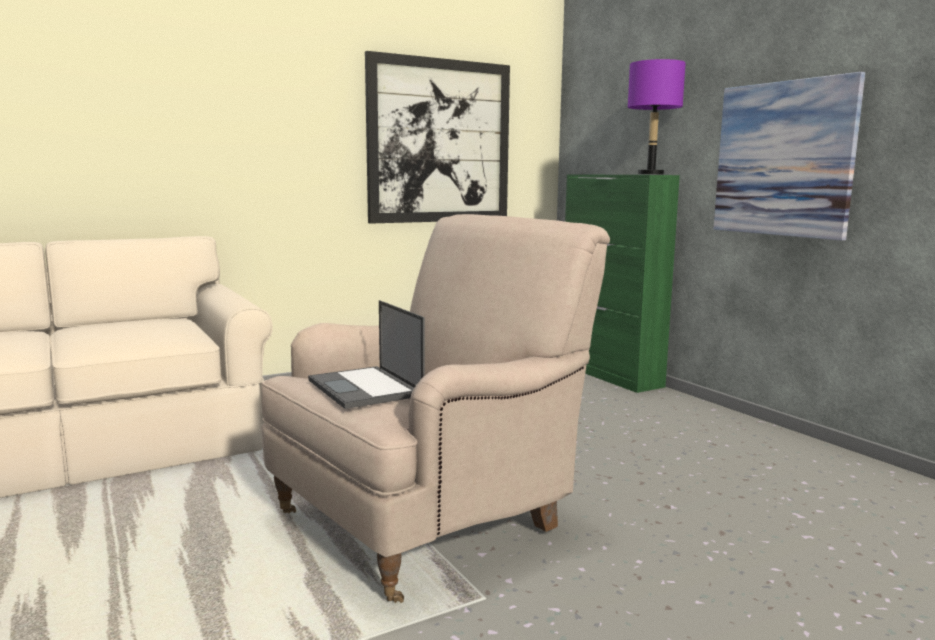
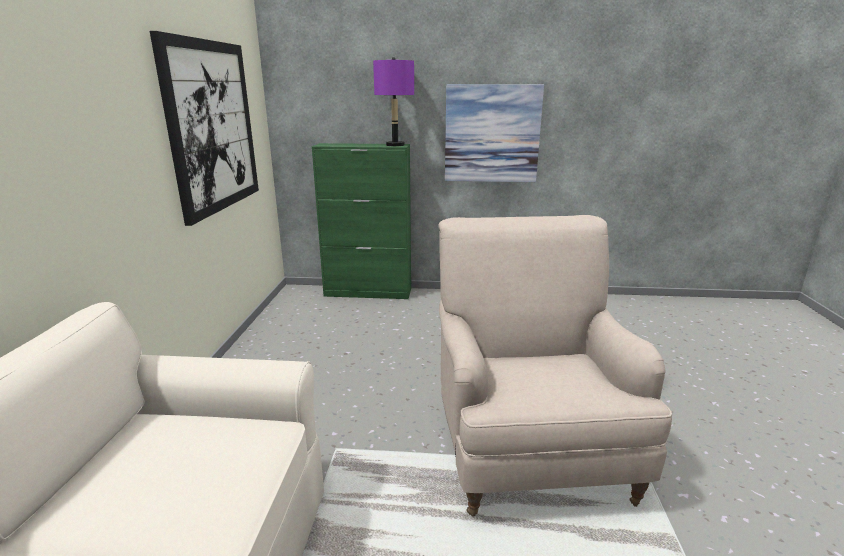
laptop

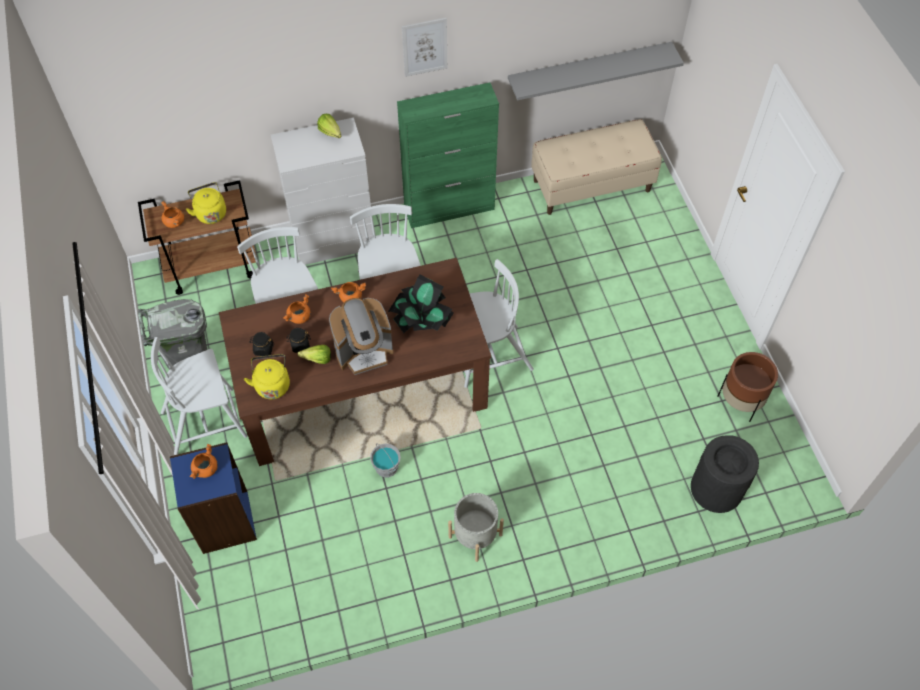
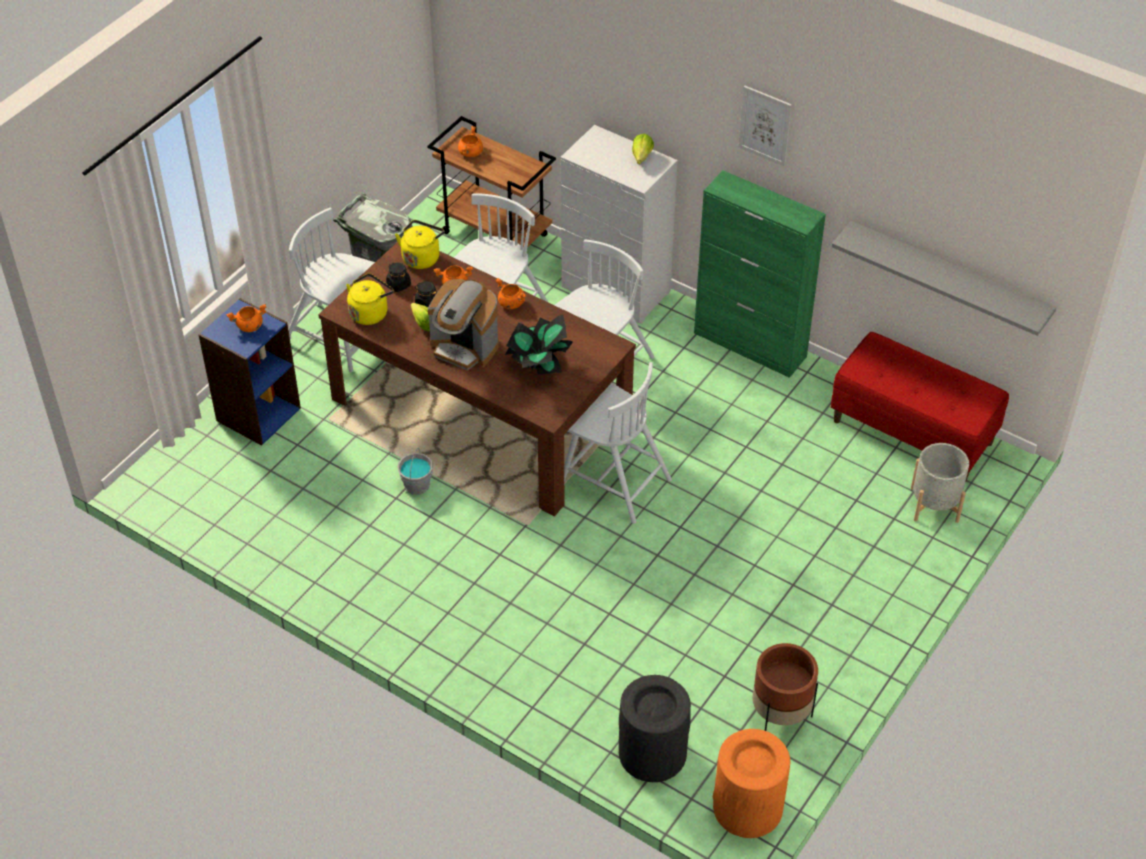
kettle/yellow (no. 2 from left); trash can/orange; bench/red; planter/grey

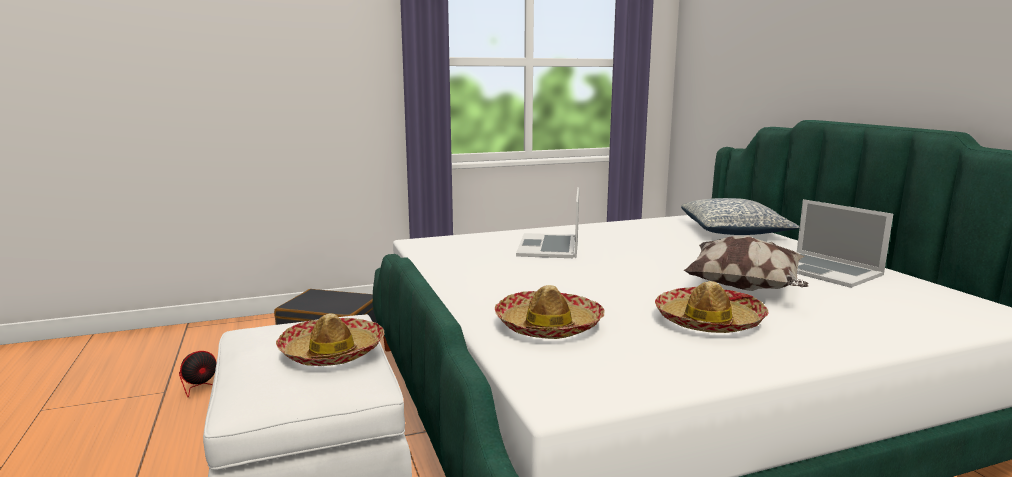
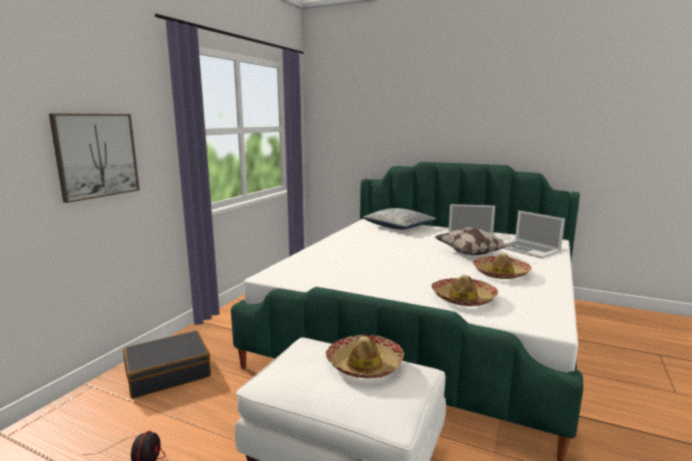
picture; laptop (no. 2 from left)

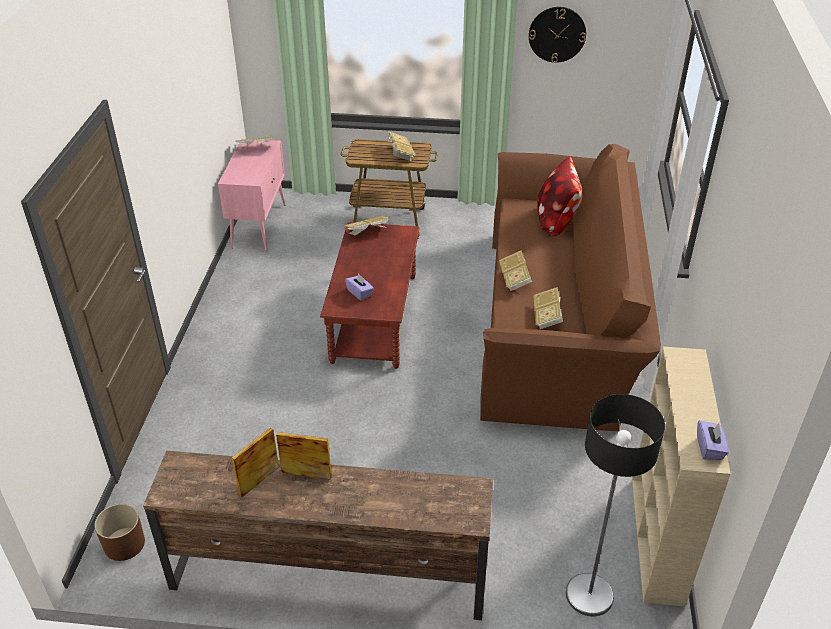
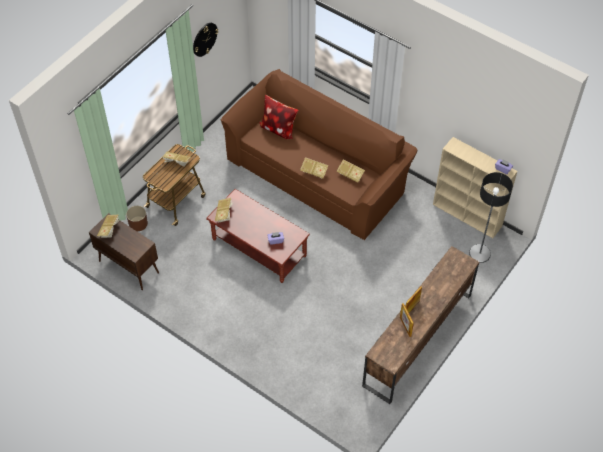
cabinet/brown; planter/brown

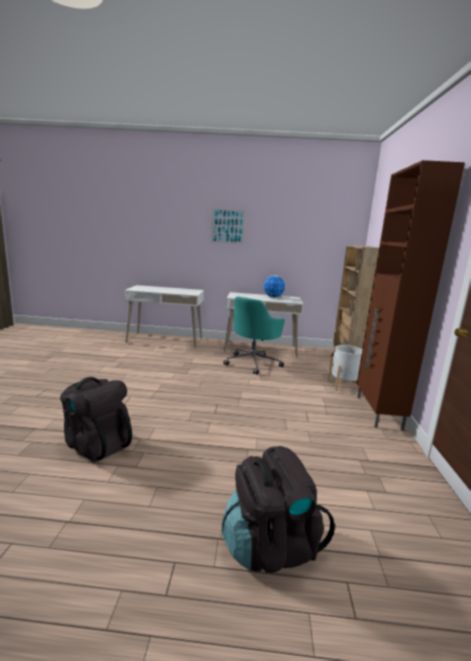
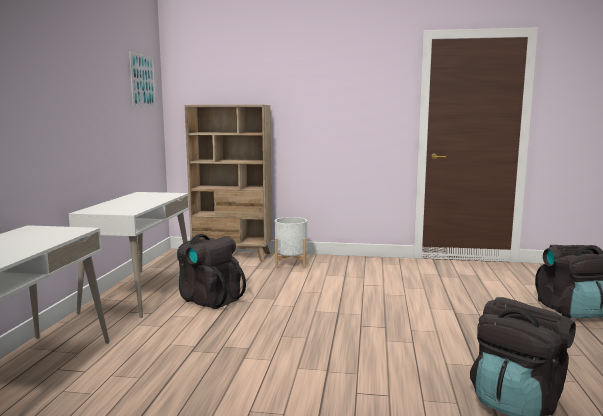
picture; backpack/black (no. 1 from left); globe; cabinet/brown

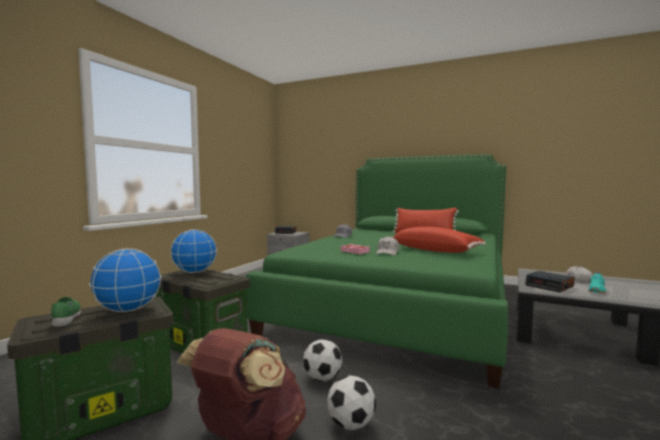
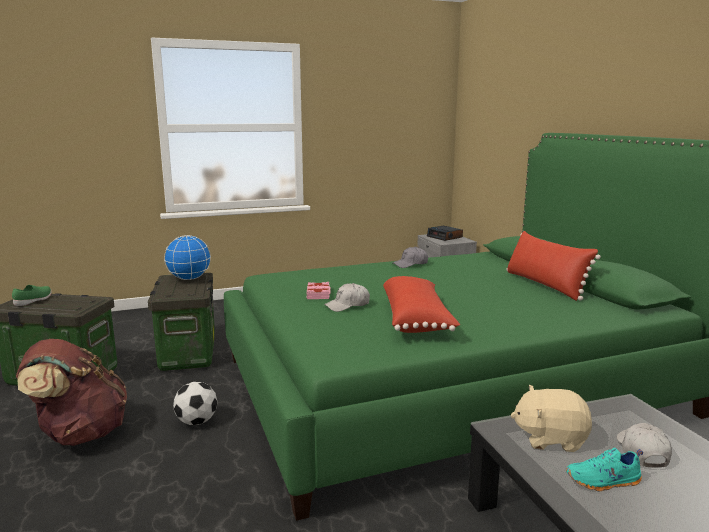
plush toy/beige; globe (no. 1 from left in the first image); football (no. 2 from left in the first image)

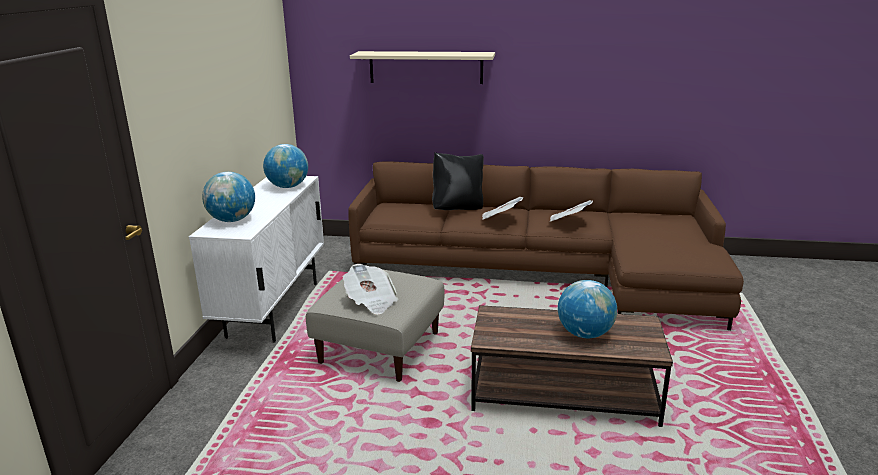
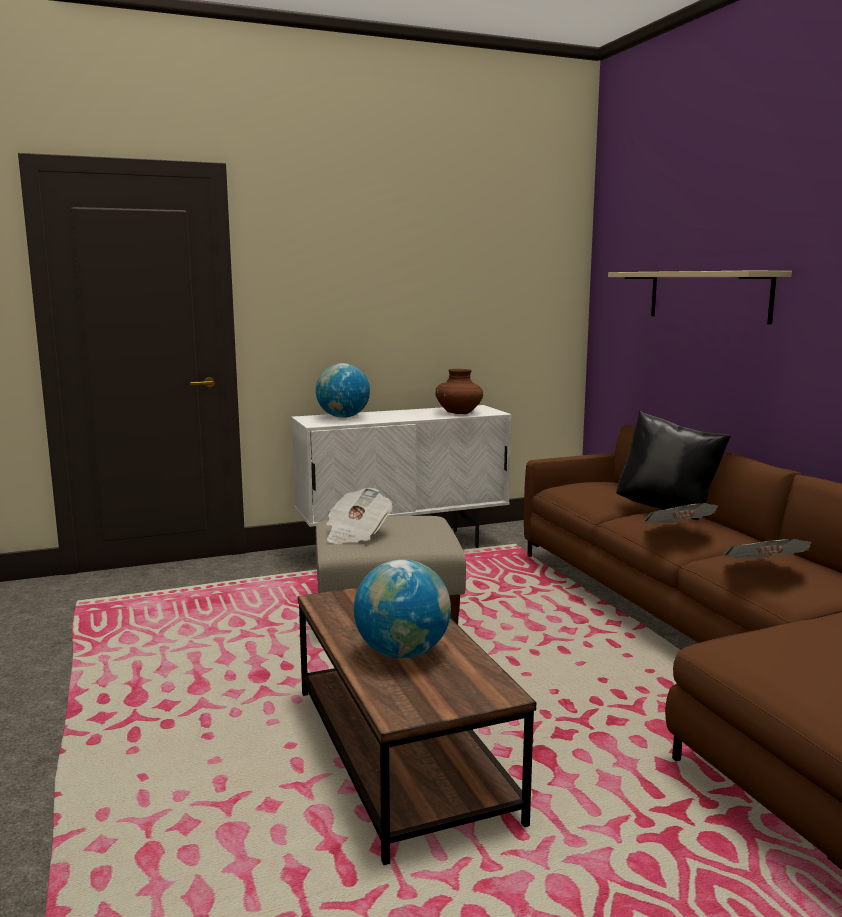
vase/brown

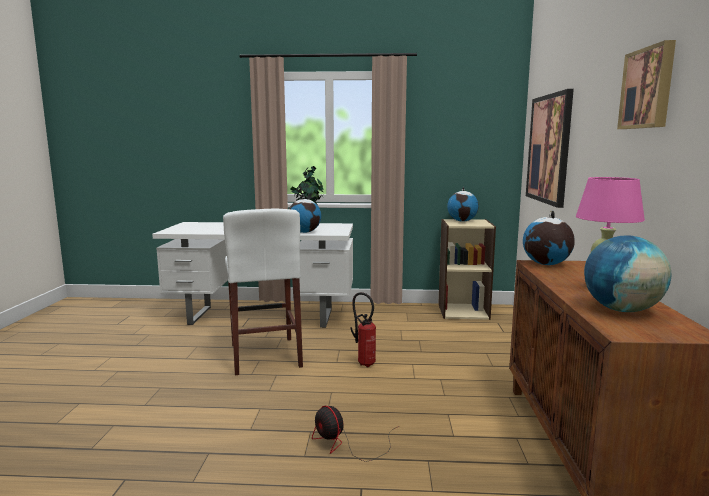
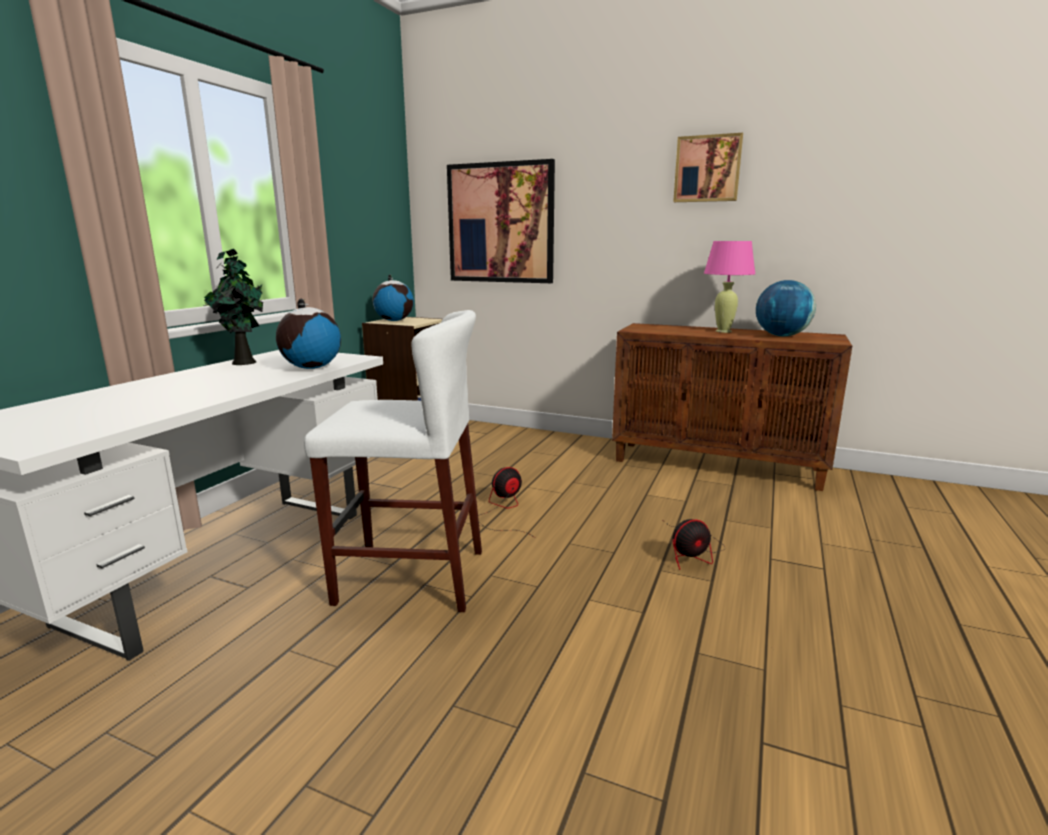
fan (no. 1 from left); globe (no. 3 from left in the first image)

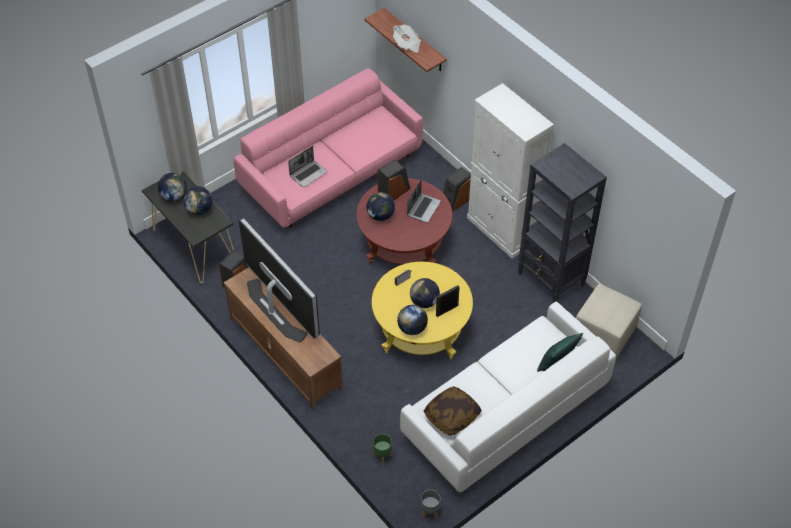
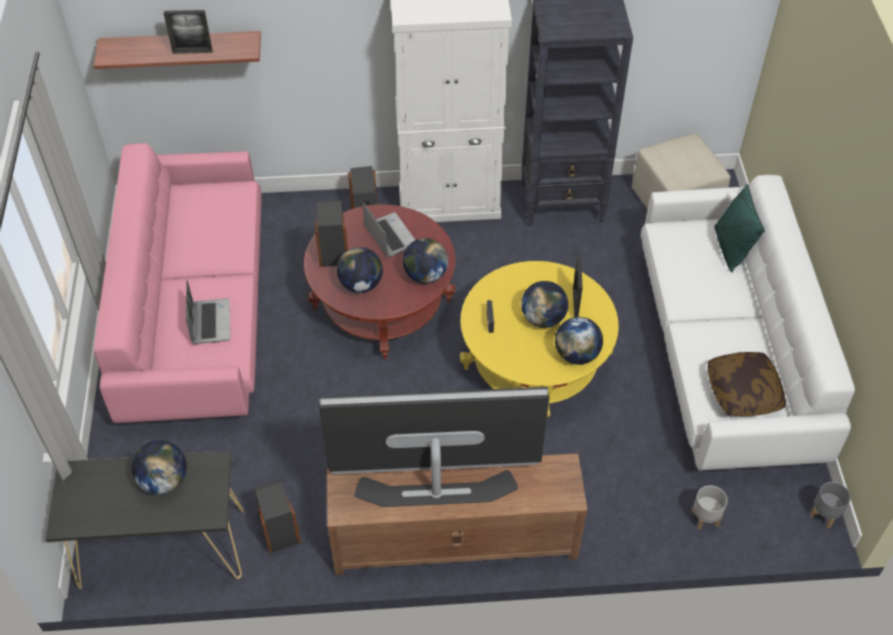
picture frame (no. 1 from left); globe (no. 3 from left); planter/grey (no. 1 from left)

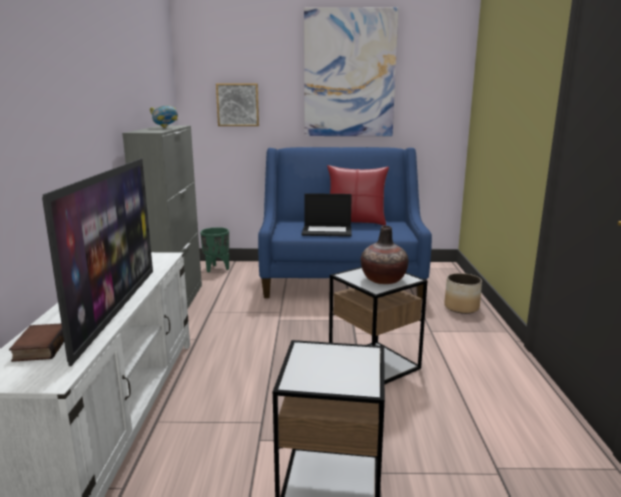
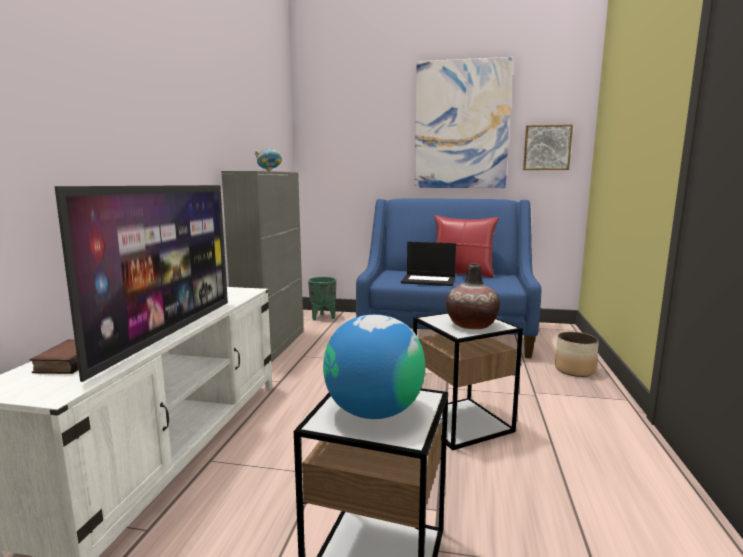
globe; picture (no. 2 from left)

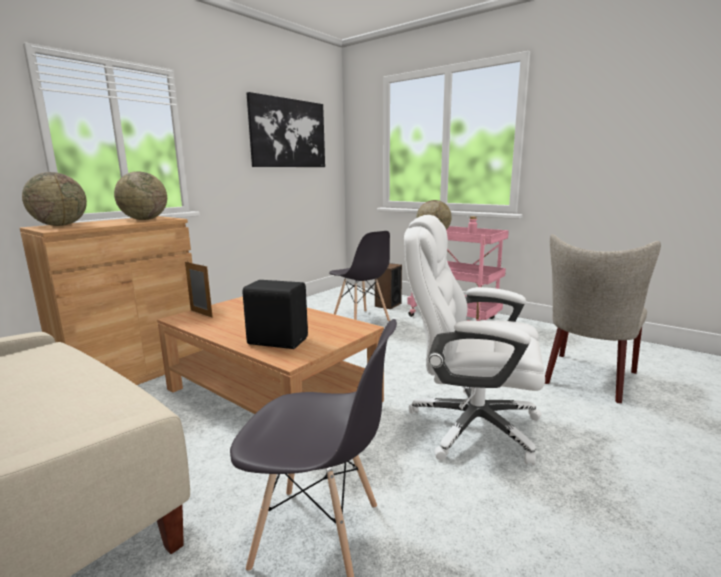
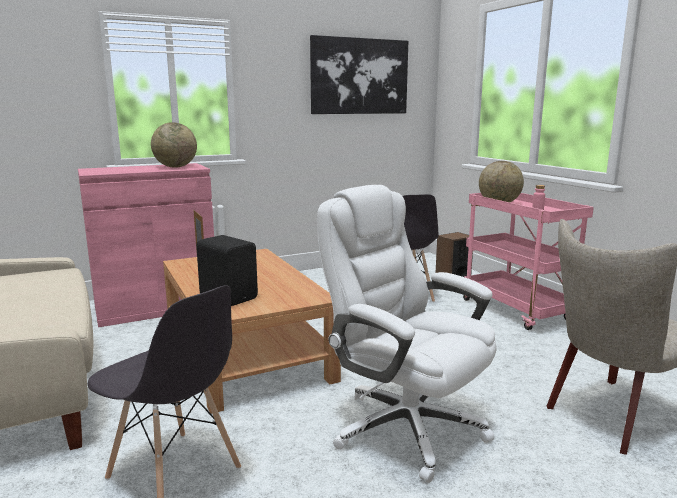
cabinet/pink; globe (no. 1 from left in the first image)

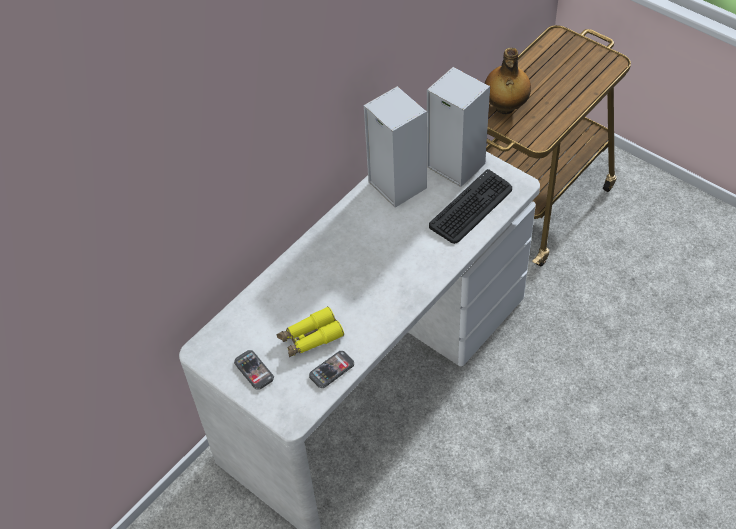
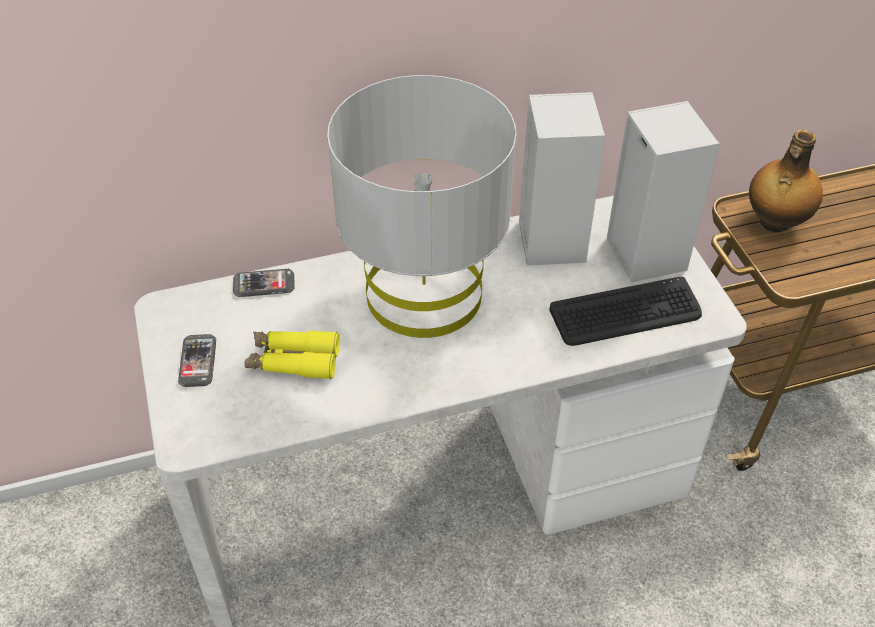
phone (no. 2 from left); table lamp/grey

